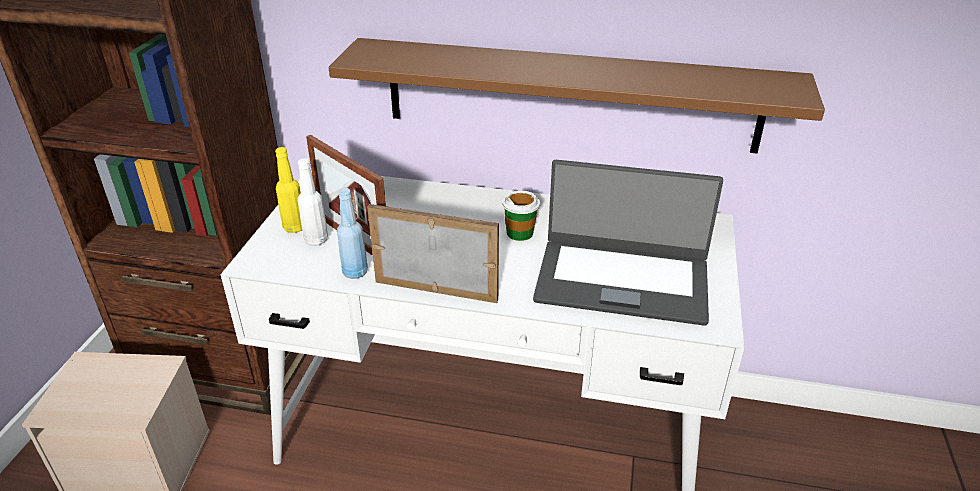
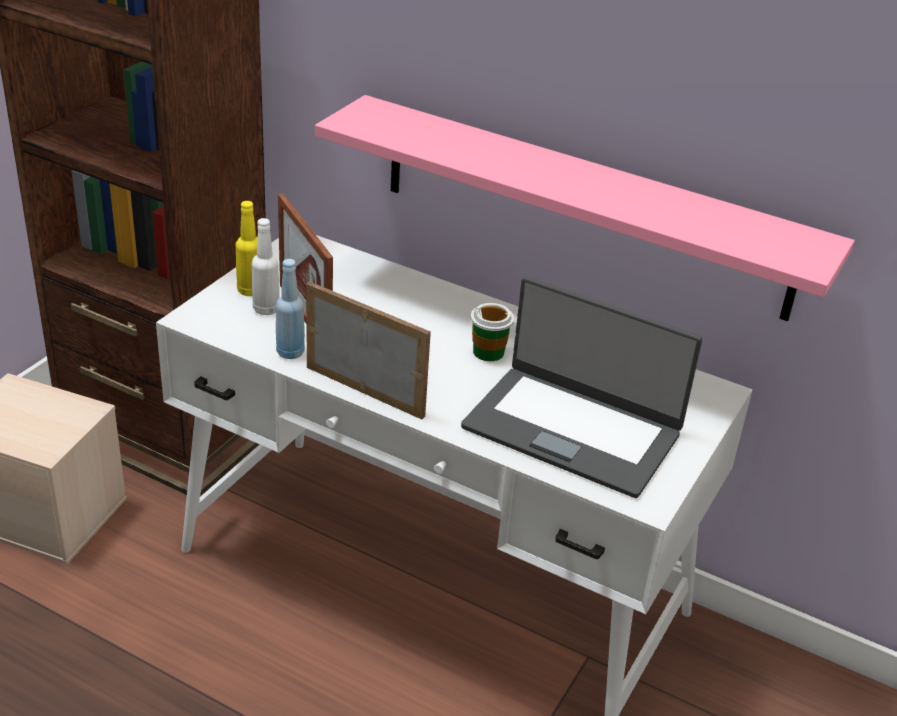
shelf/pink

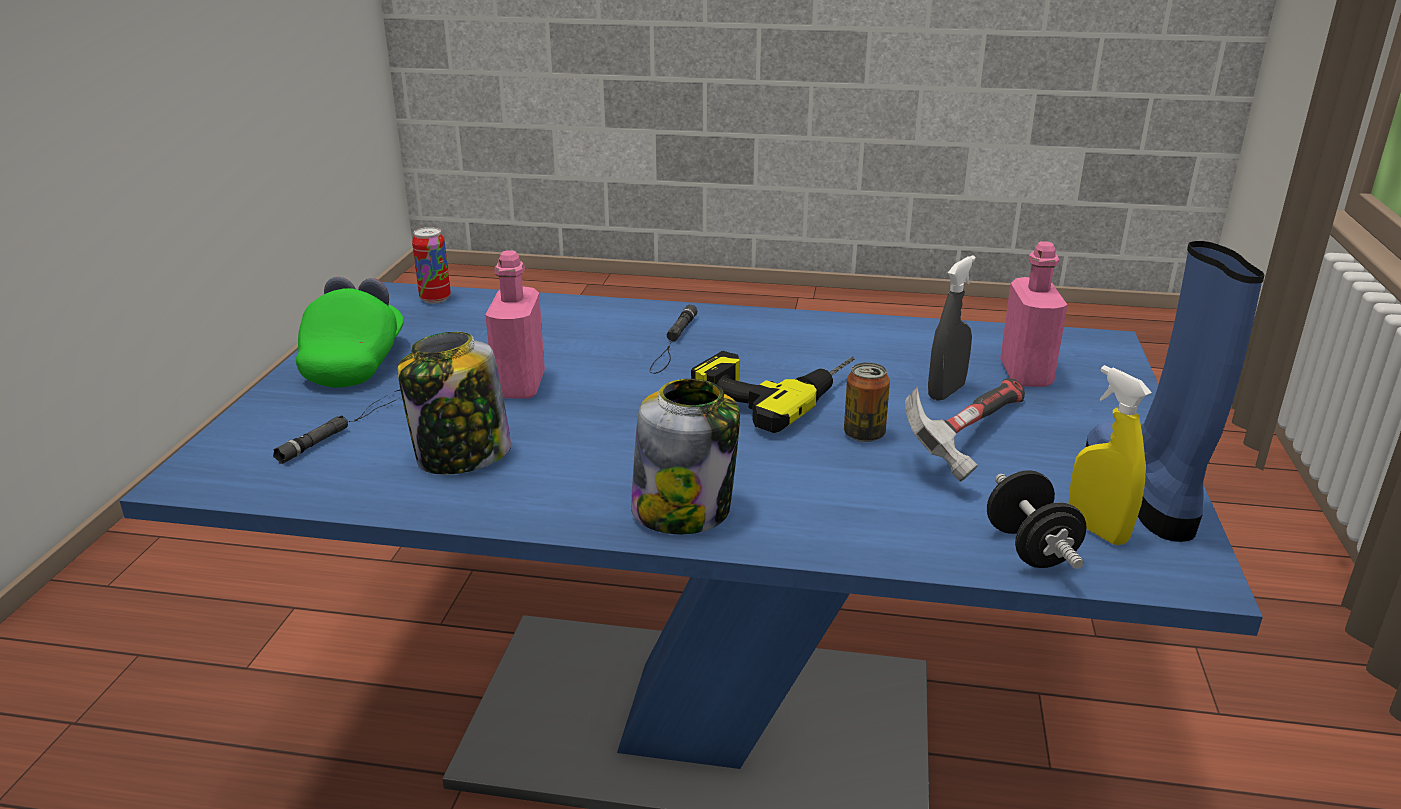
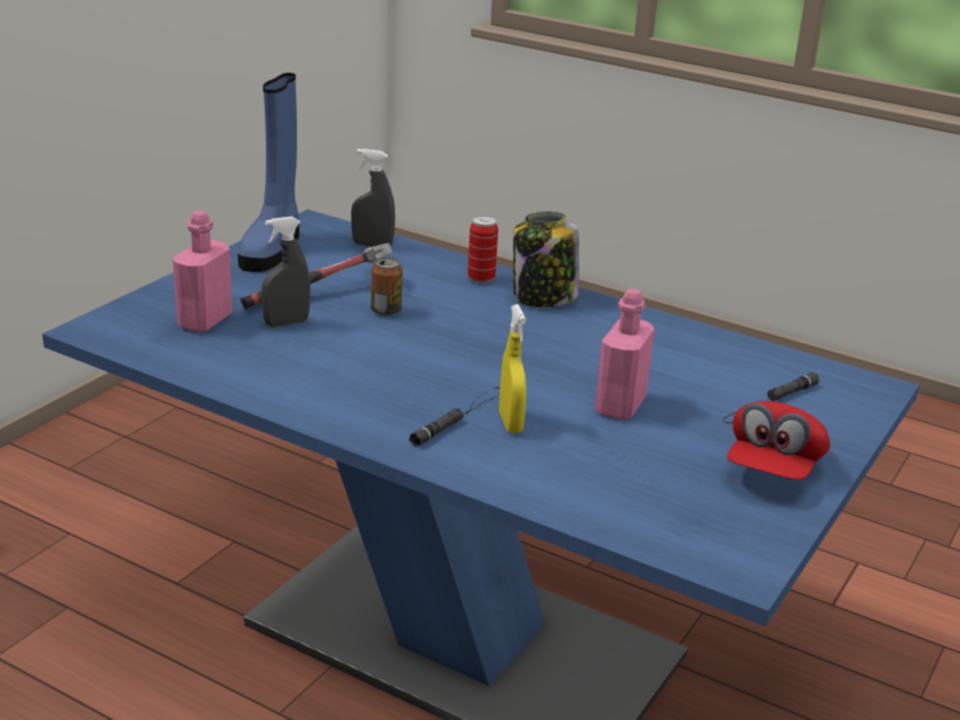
spray bottle/grey (no. 2 from left); can (no. 2 from left); spray bottle/yellow; cap/red; jar (no. 1 from left in the first image); power drill

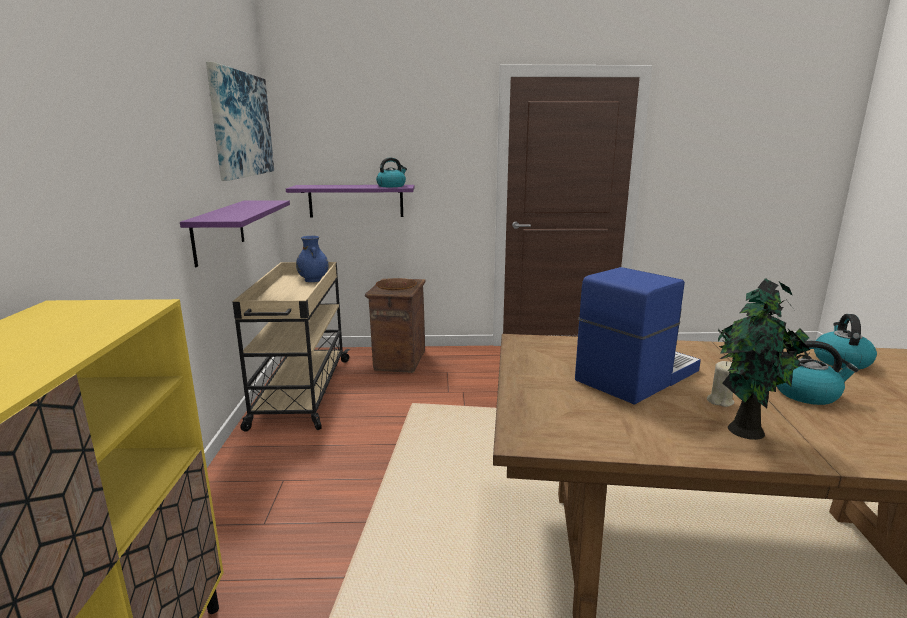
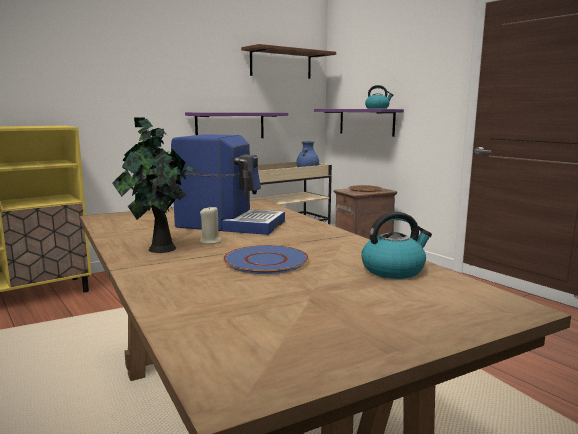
plate/blue; shelf/brown

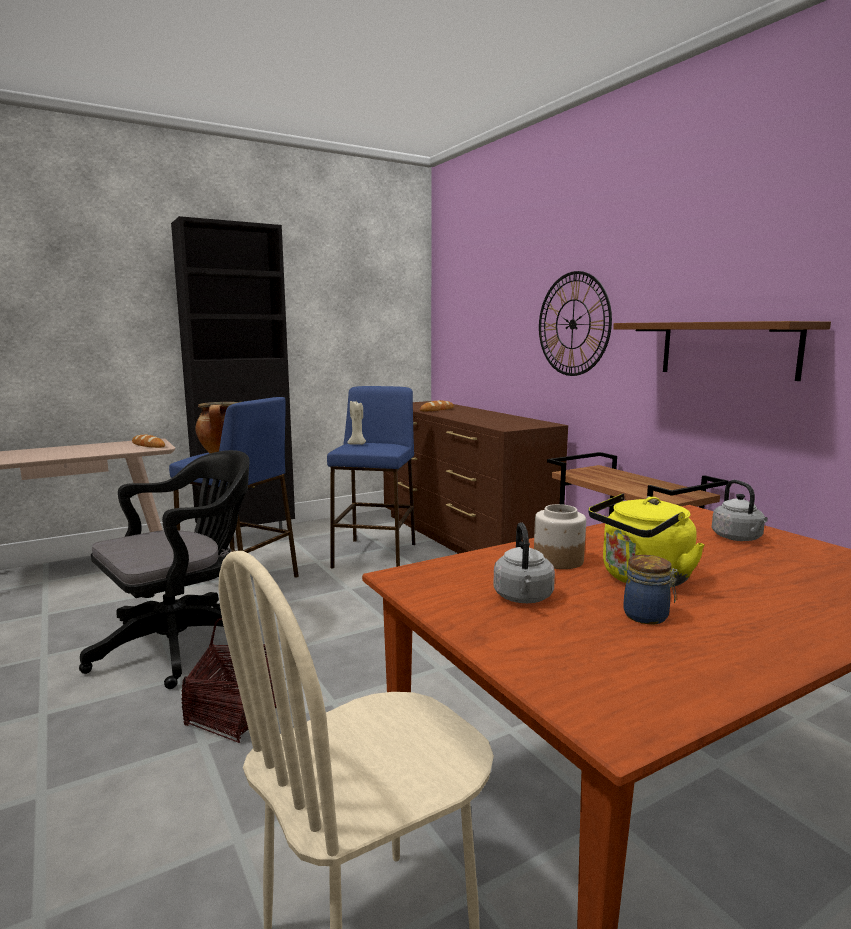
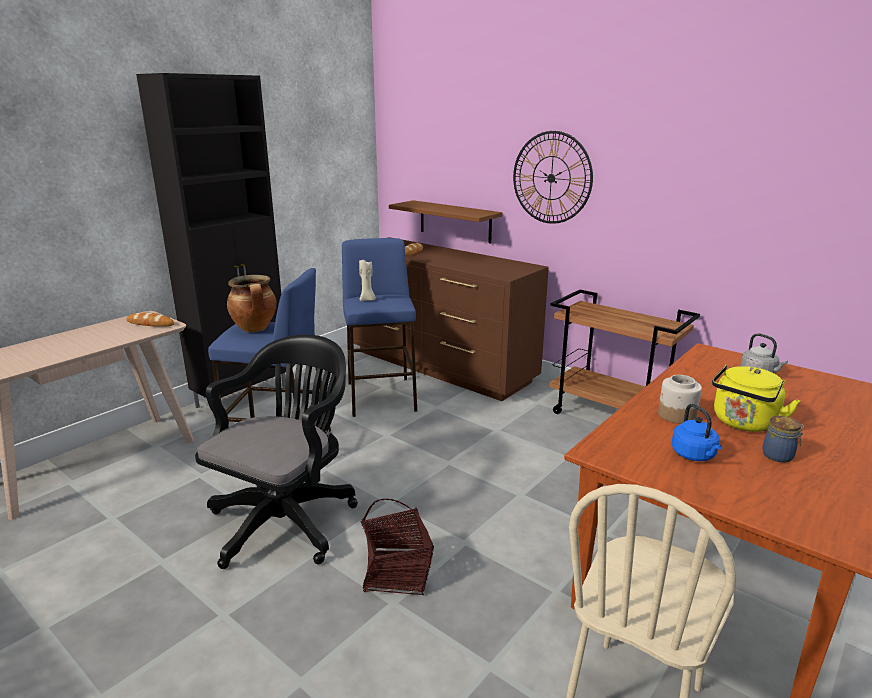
shelf/brown; kettle/blue

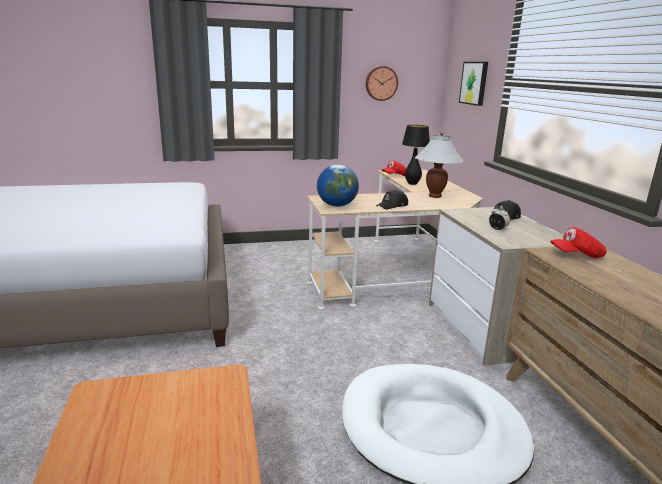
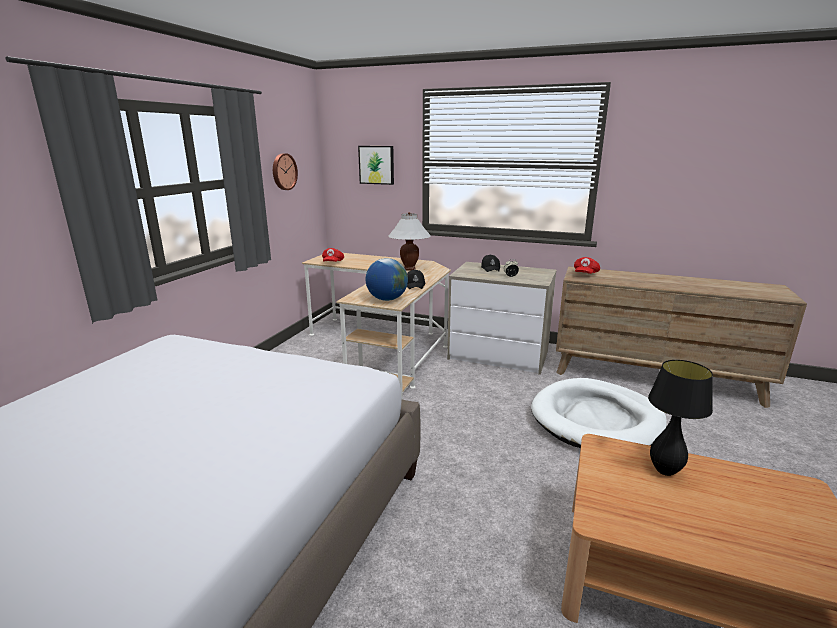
table lamp/black

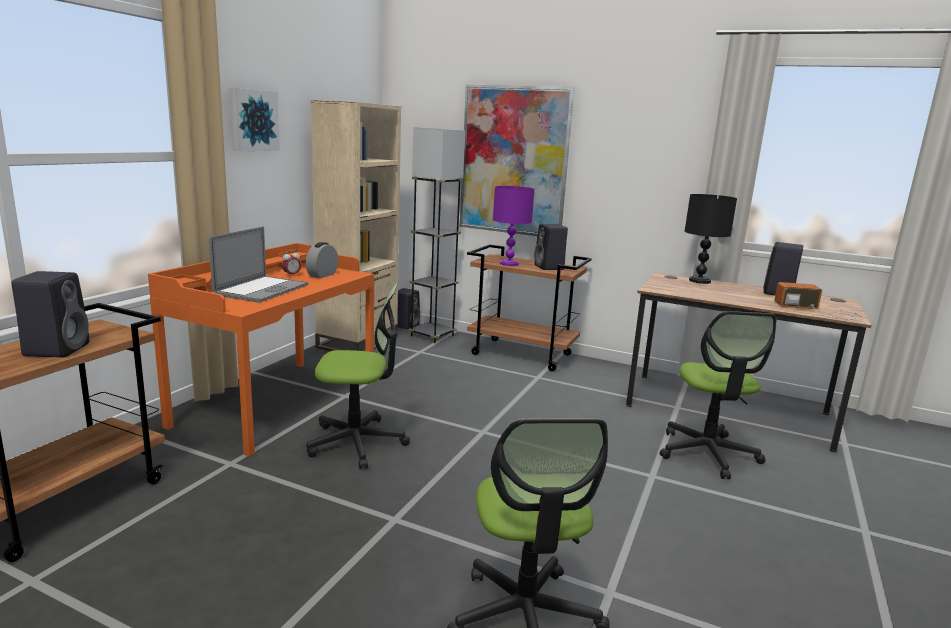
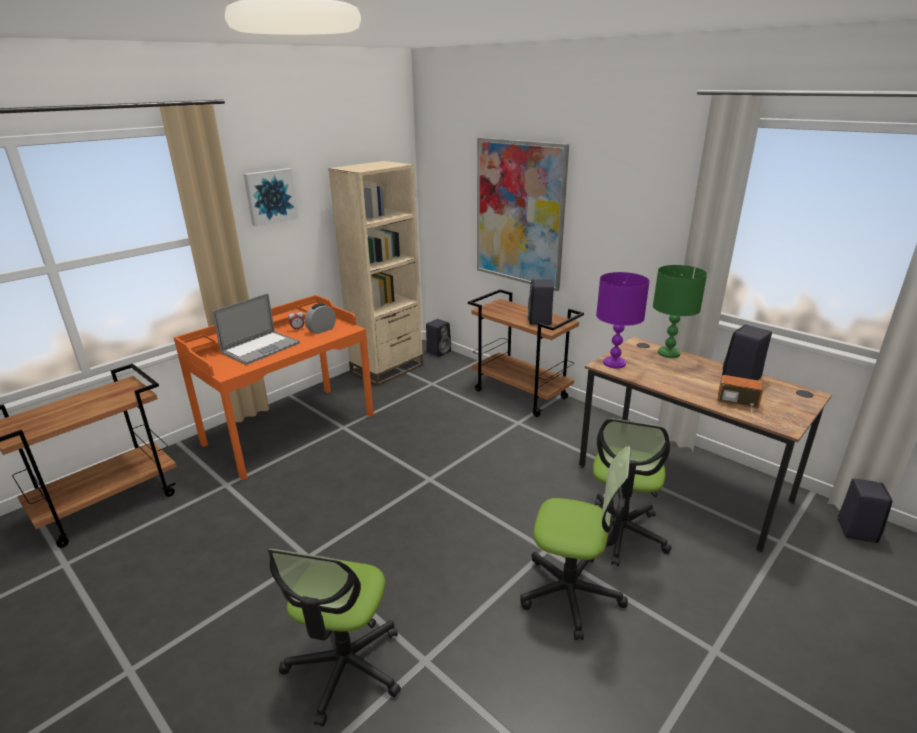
office chair (no. 2 from left); table lamp/purple; table lamp/green; speaker/black (no. 4 from left); floor lamp/grey

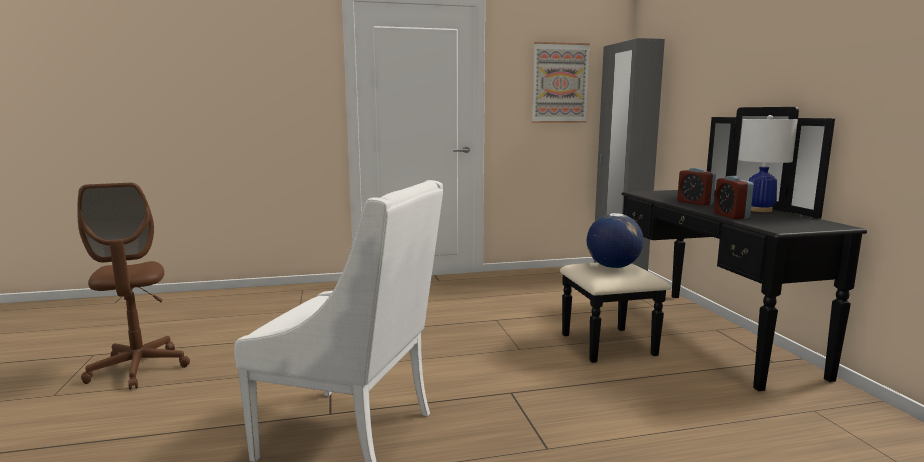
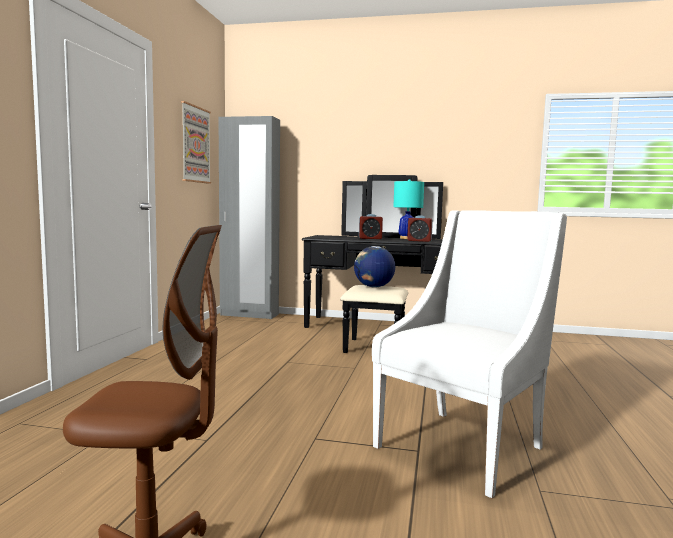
table lamp/turquoise

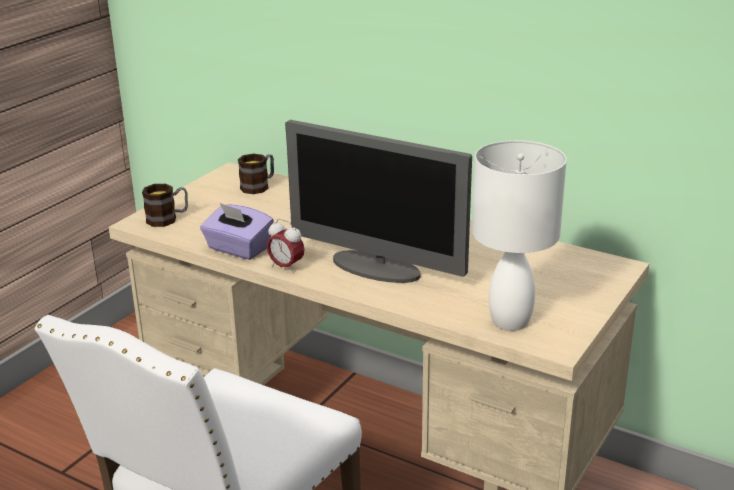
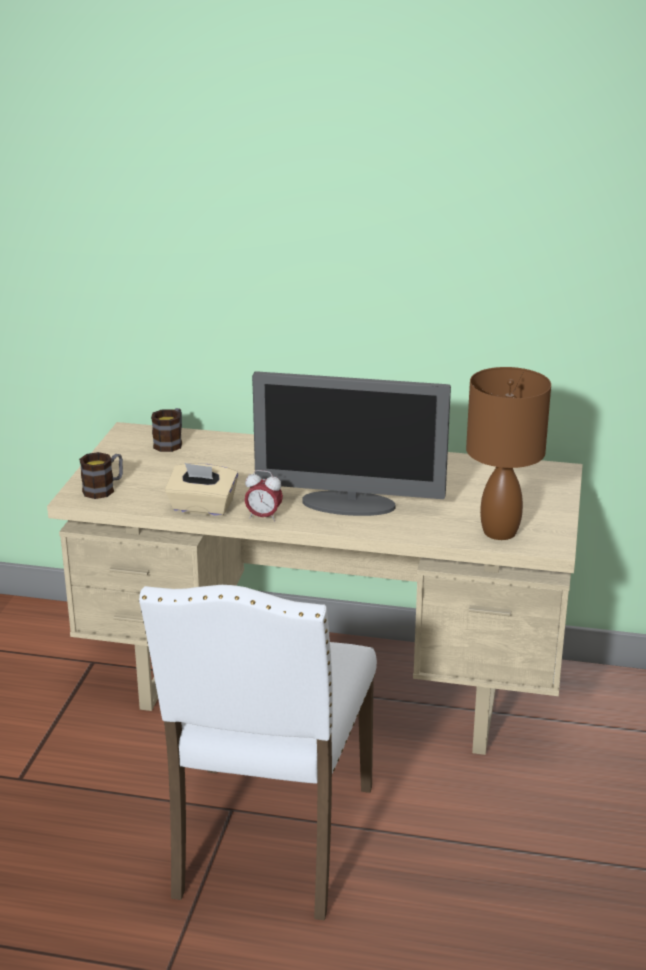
tissue box/beige; table lamp/brown

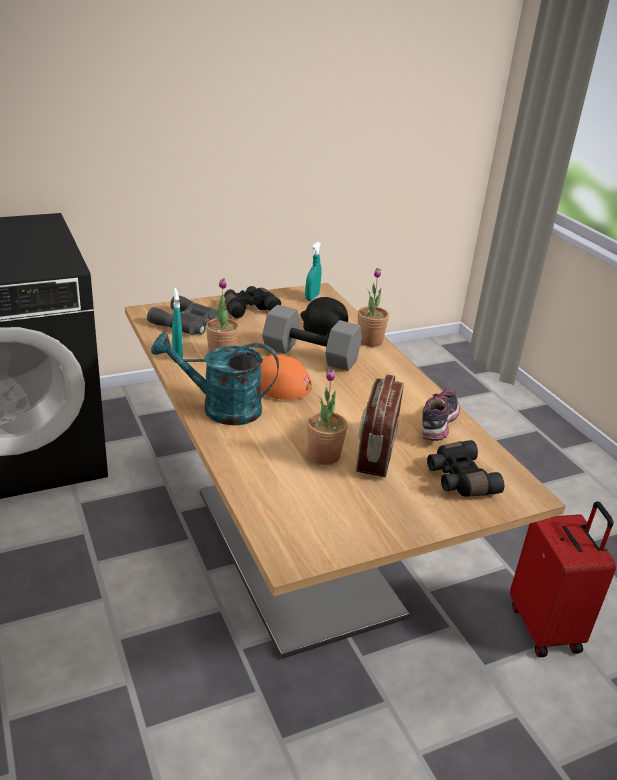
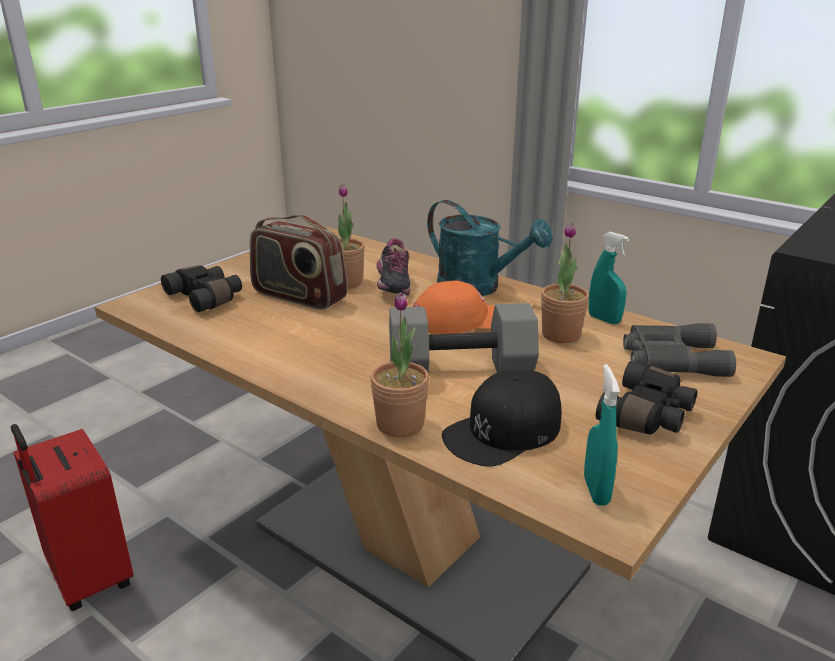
radio; shoe; watering can/turquoise; cap/black

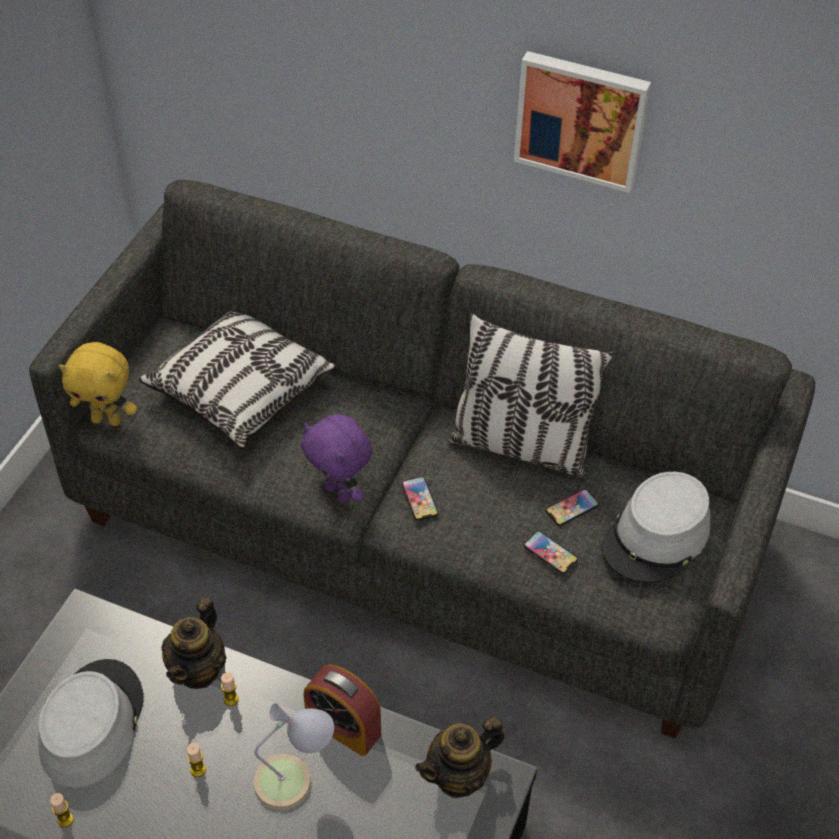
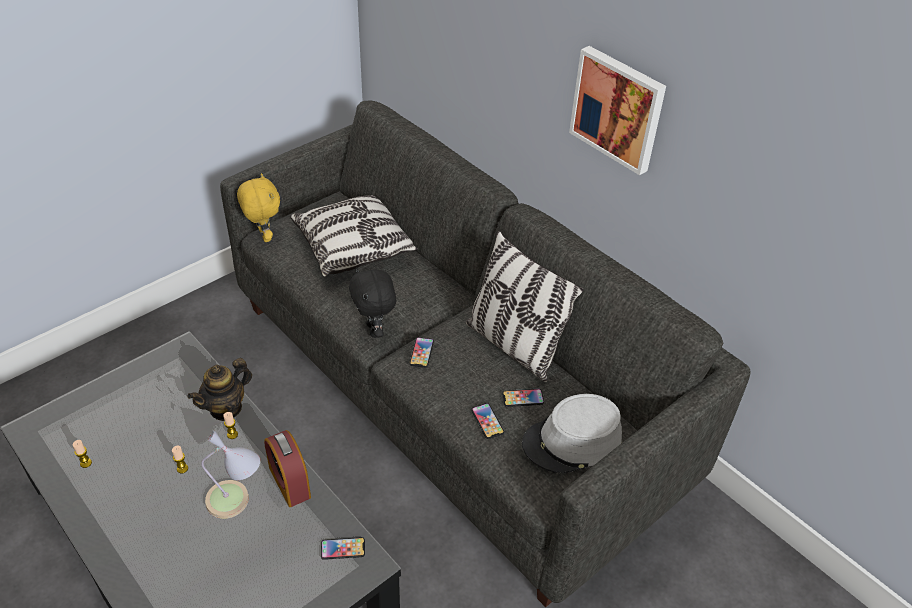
plush toy/yellow; phone (no. 1 from left); plush toy/black; hat/grey (no. 1 from left in the first image)

